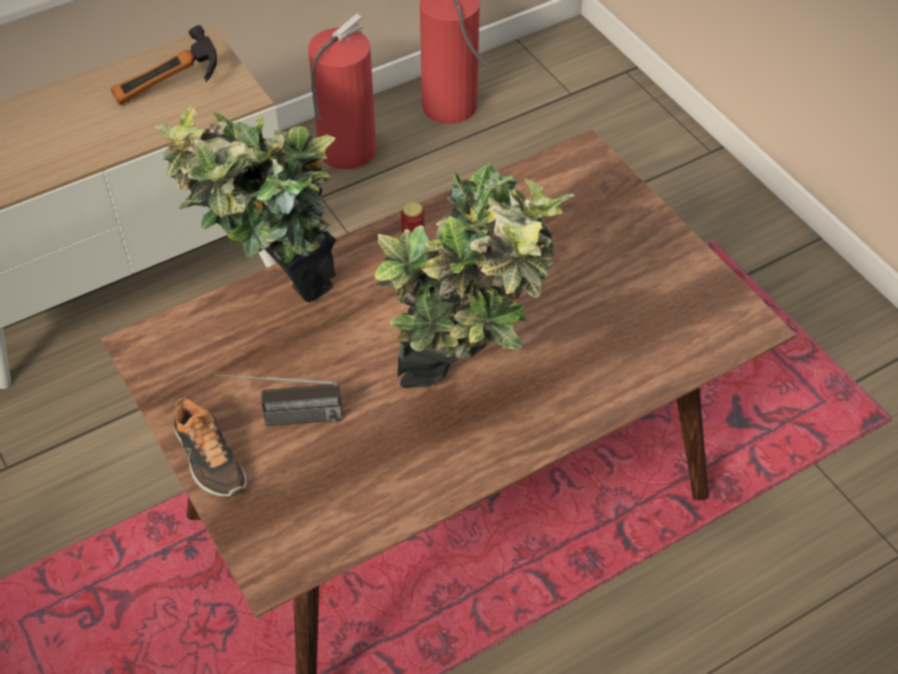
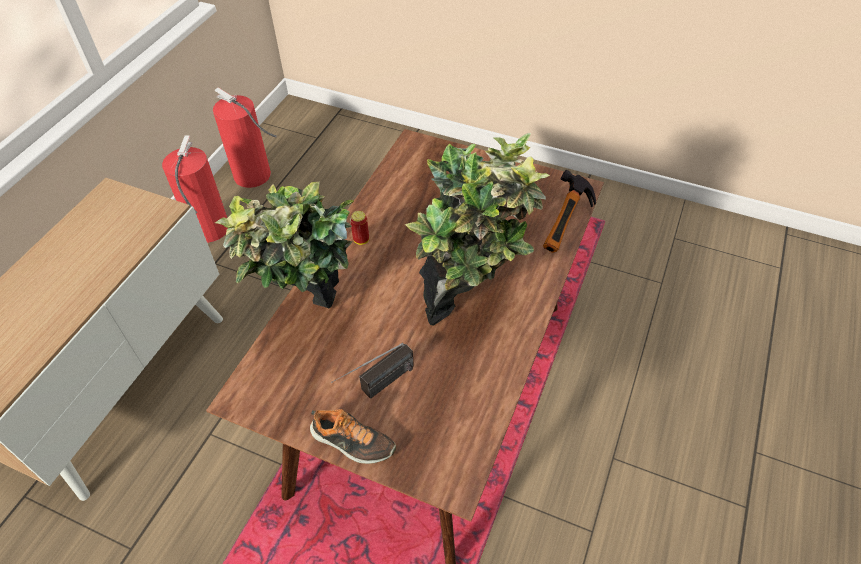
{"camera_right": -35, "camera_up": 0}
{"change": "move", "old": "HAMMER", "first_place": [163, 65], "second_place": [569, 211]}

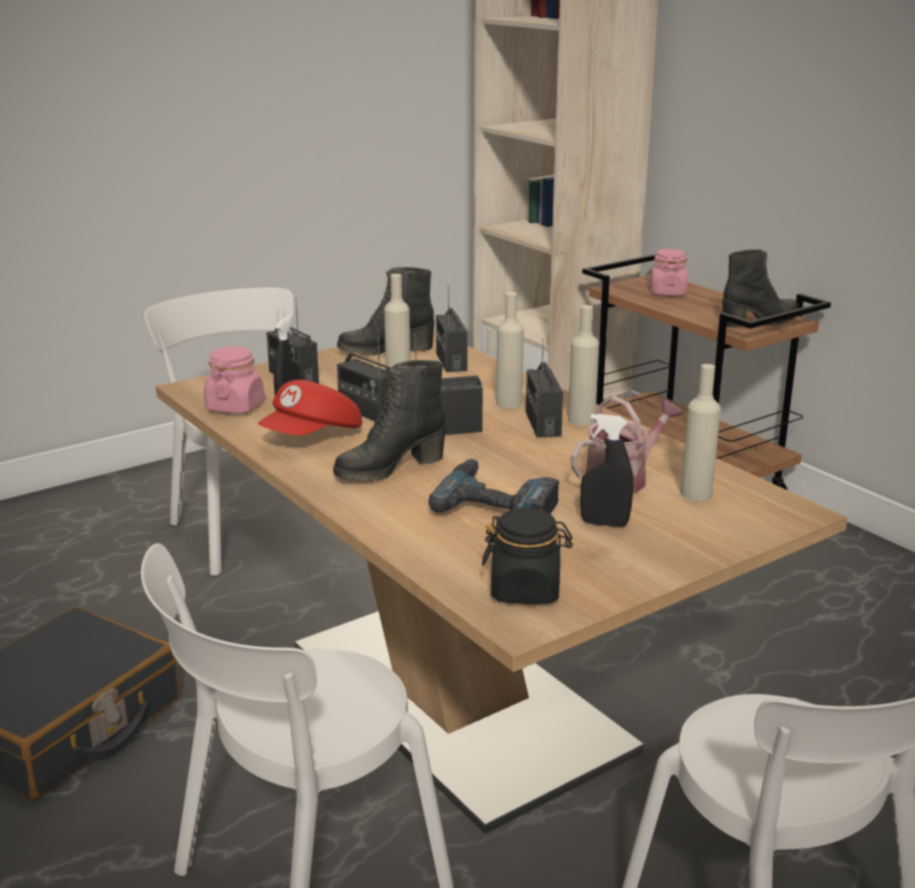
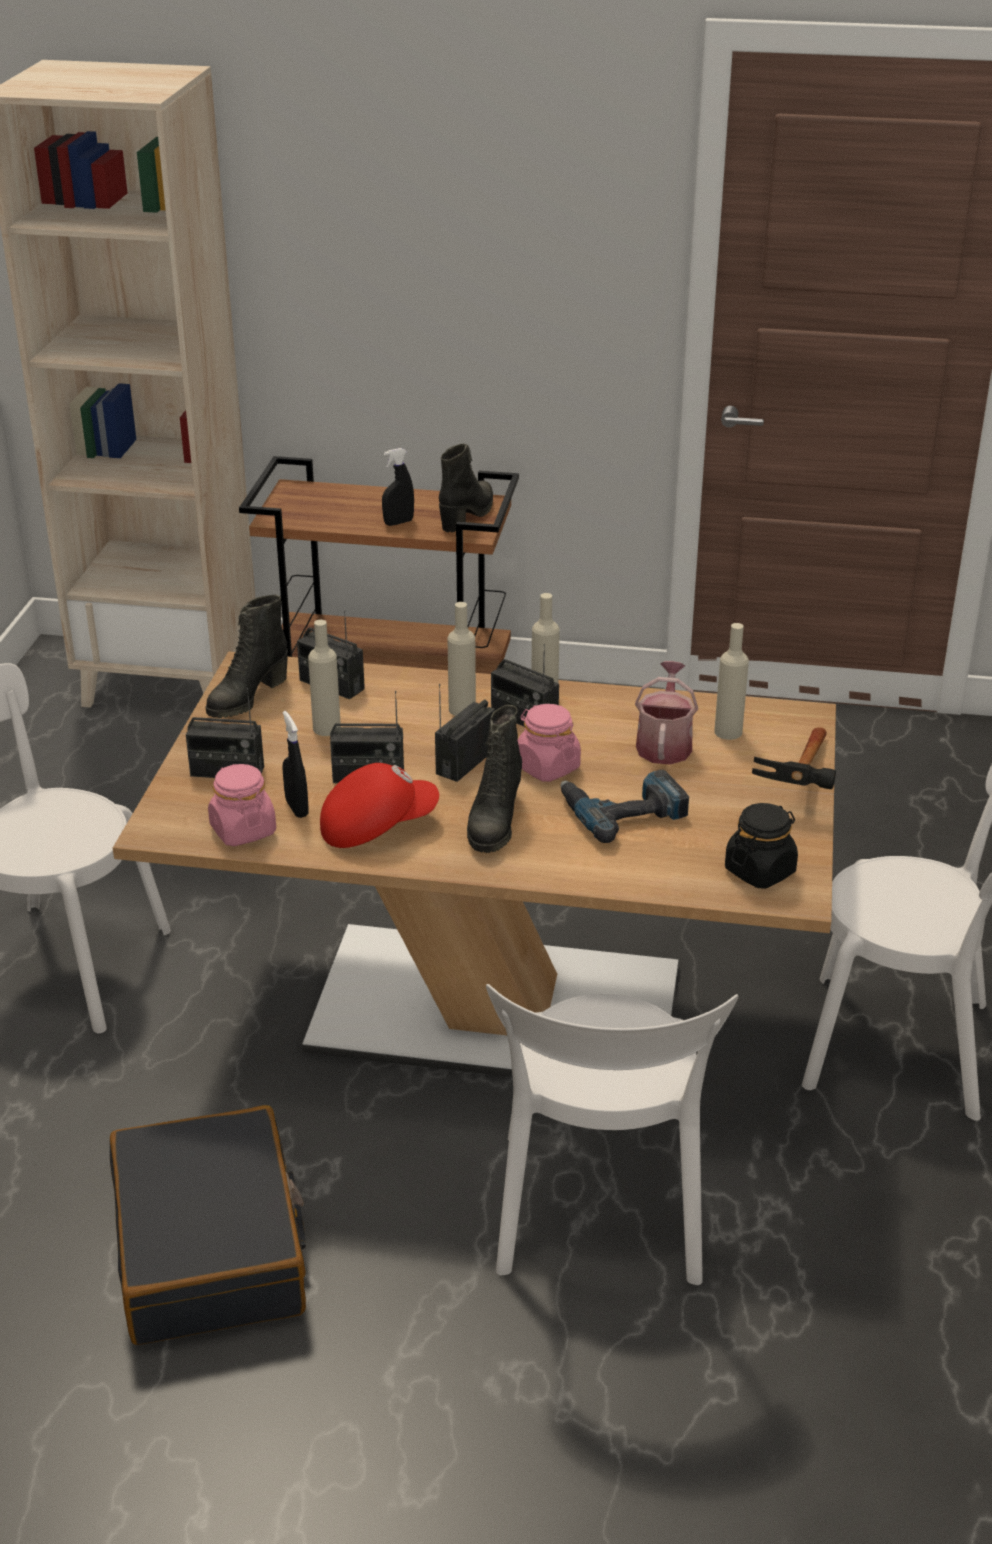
{"camera_right": -45, "camera_up": 10}
{"change": "move", "old": "PINK JAR", "first_place": [669, 272], "second_place": [549, 743]}
{"change": "rotate", "old": "RED CAP", "first_place": [310, 407], "second_place": [379, 805], "degrees": -105}
{"change": "move", "old": "BLACK SPRAY BOTTLE", "first_place": [606, 470], "second_place": [398, 487]}
{"change": "insert", "new": "HAMMER", "second_place": [794, 758]}

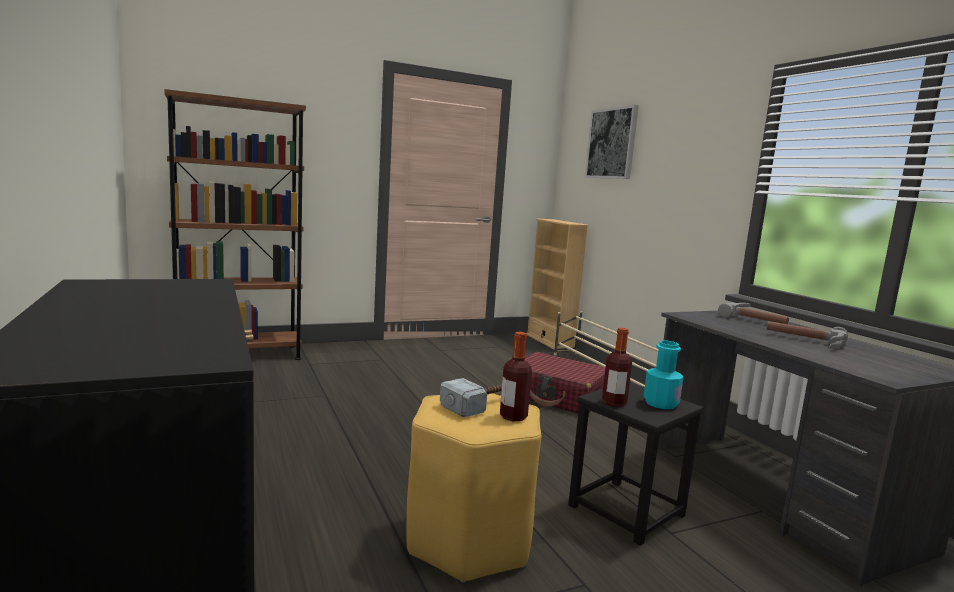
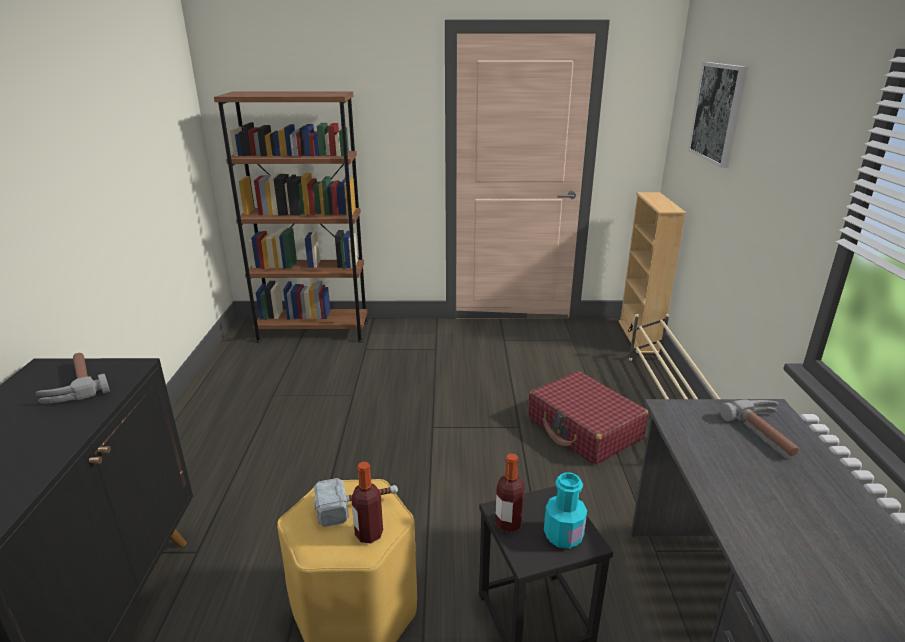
{"camera_right": 25, "camera_up": 15}
{"change": "move", "old": "HAMMER", "first_place": [807, 335], "second_place": [72, 378]}

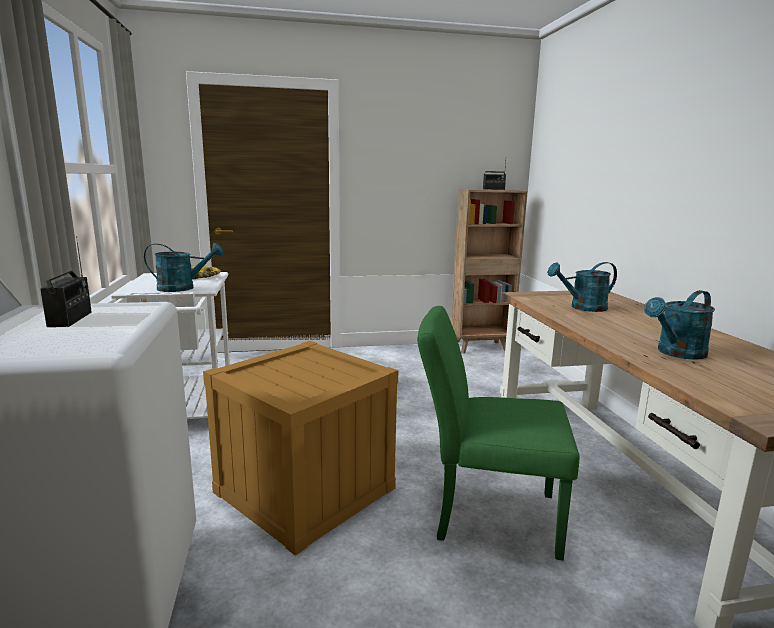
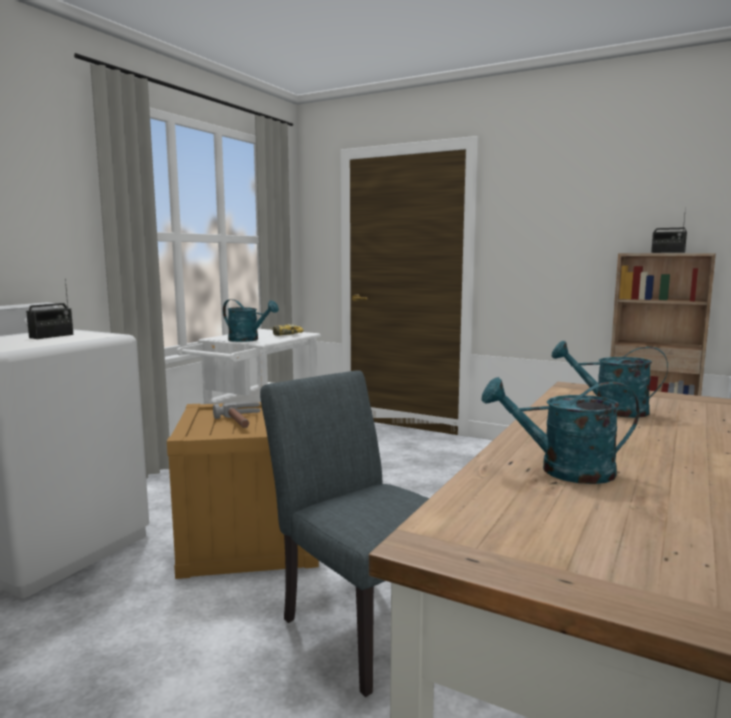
{"camera_right": 40, "camera_up": -5}
{"change": "recolor", "old": "GREEN CHAIR", "new": "GREY CHAIR", "first_place": [498, 433], "second_place": [344, 533]}
{"change": "insert", "new": "HAMMER", "second_place": [237, 415]}

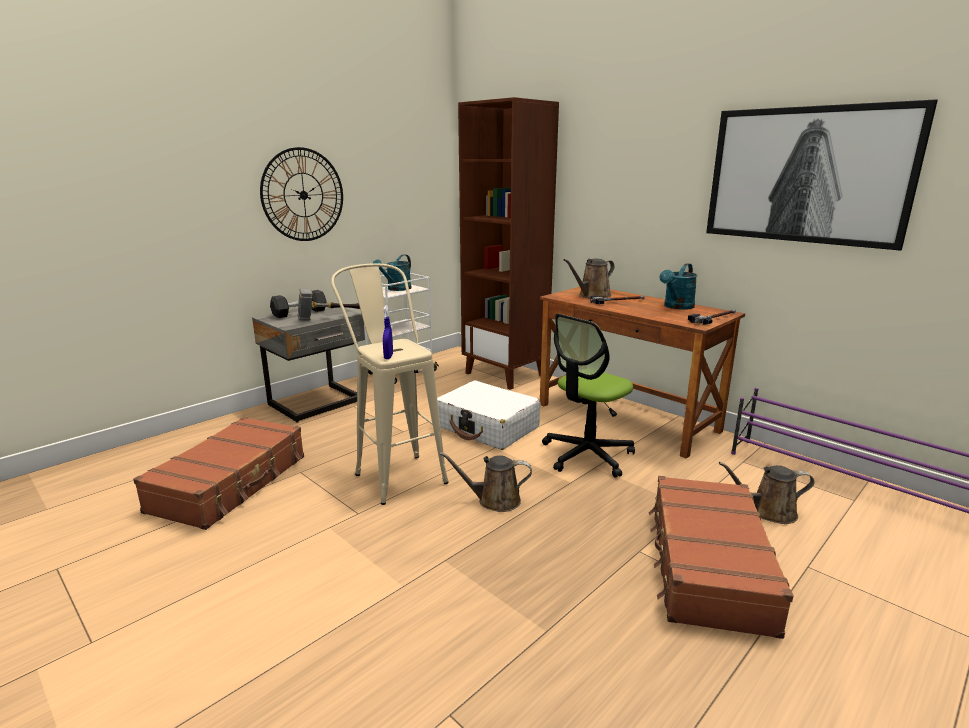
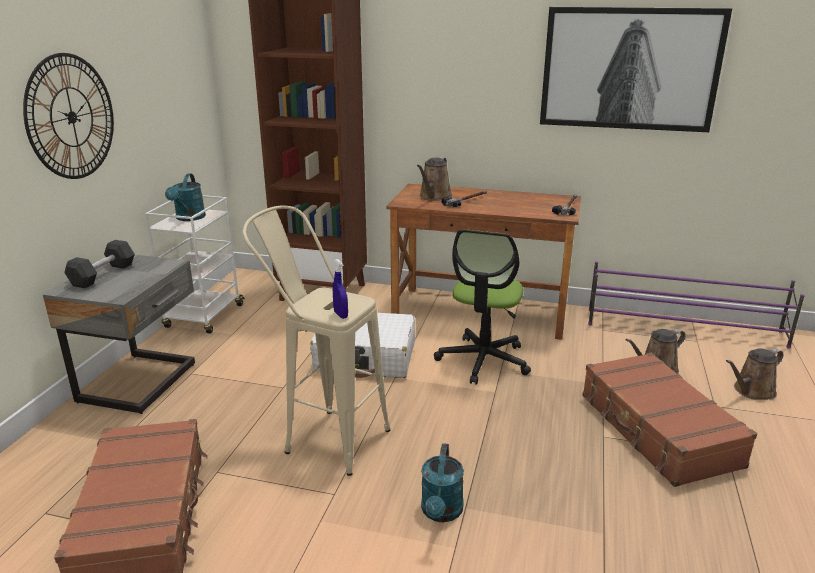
{"camera_right": -30, "camera_up": 5}
{"change": "move", "old": "TURQUOISE WATERING CAN", "first_place": [678, 286], "second_place": [442, 482]}
{"change": "delete", "old": "HAMMER", "first_place": [329, 304]}
{"change": "move", "old": "BROWN WATERING CAN", "first_place": [486, 482], "second_place": [755, 374]}

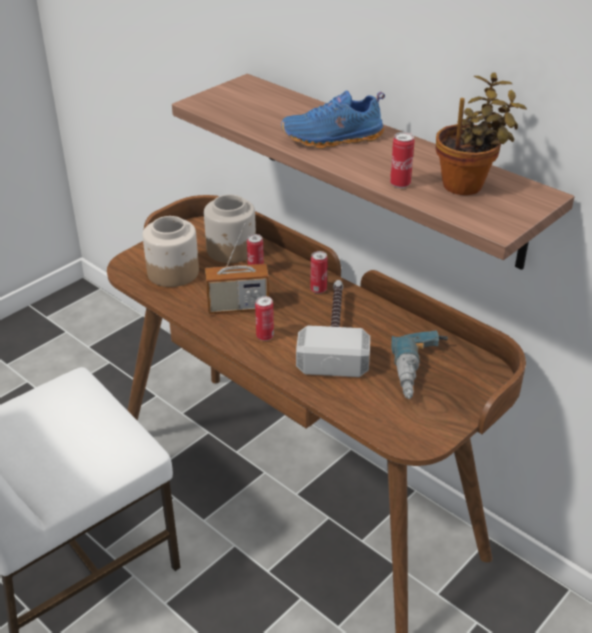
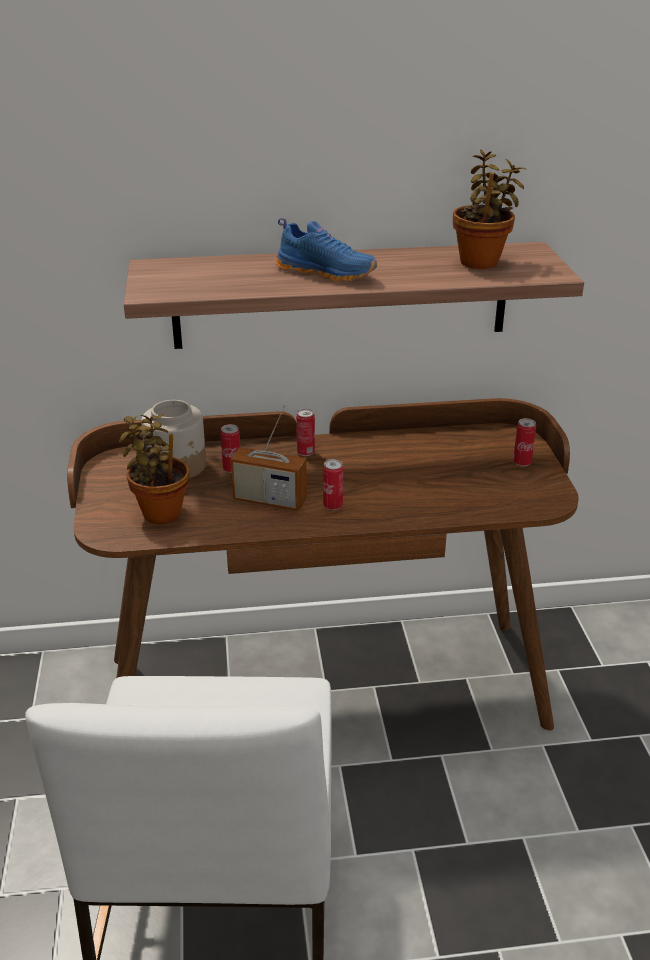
{"camera_right": -50, "camera_up": -5}
{"change": "rotate", "old": "BLUE SHOE", "first_place": [333, 119], "second_place": [326, 250], "degrees": -90}
{"change": "move", "old": "CAN", "first_place": [402, 160], "second_place": [524, 442]}
{"change": "replace", "old": "JAR", "new": "POTTED PLANT", "first_place": [171, 251], "second_place": [154, 469]}
{"change": "rotate", "old": "RADIO", "first_place": [237, 268], "second_place": [269, 457], "degrees": 75}
{"change": "delete", "old": "HAMMER", "first_place": [333, 328]}
{"change": "delete", "old": "POWER DRILL", "first_place": [419, 364]}

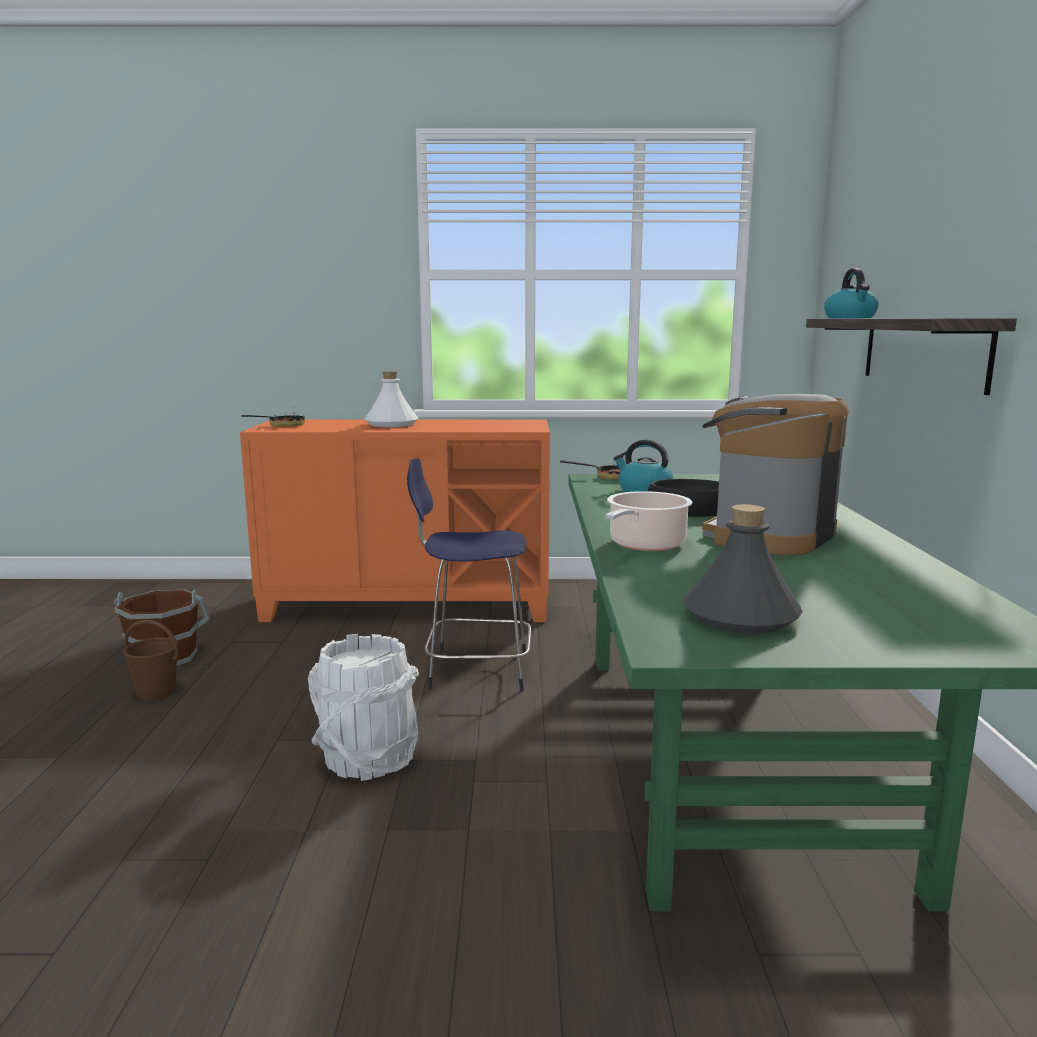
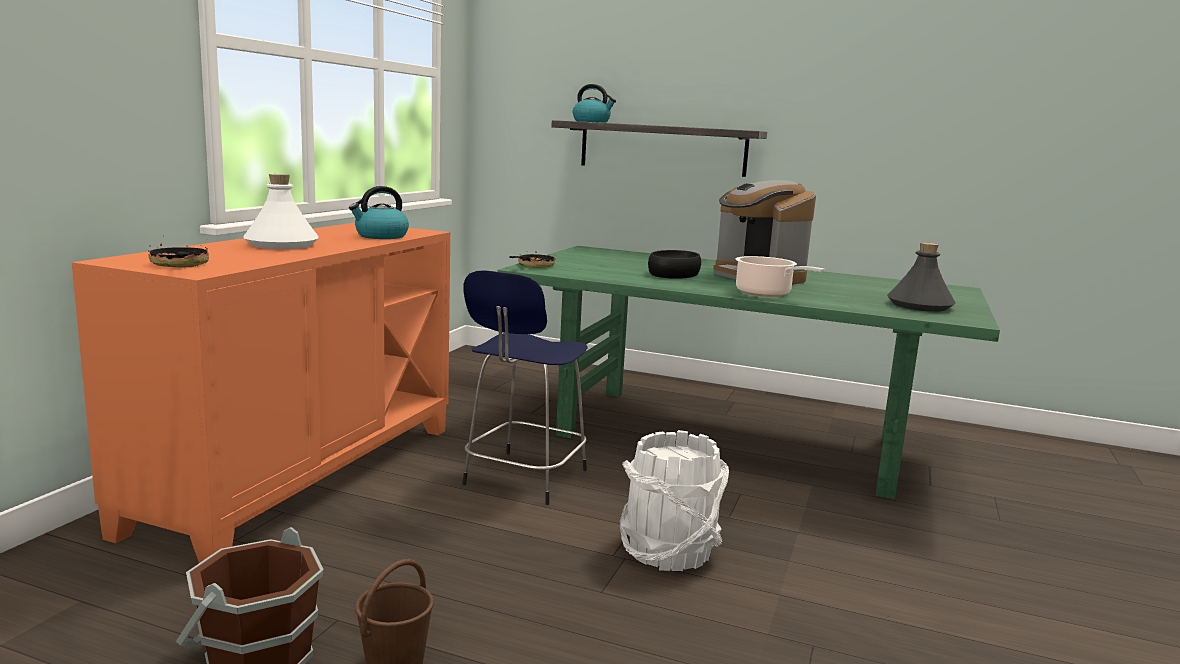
{"camera_right": -70, "camera_up": 0}
{"change": "move", "old": "KETTLE", "first_place": [643, 465], "second_place": [379, 212]}

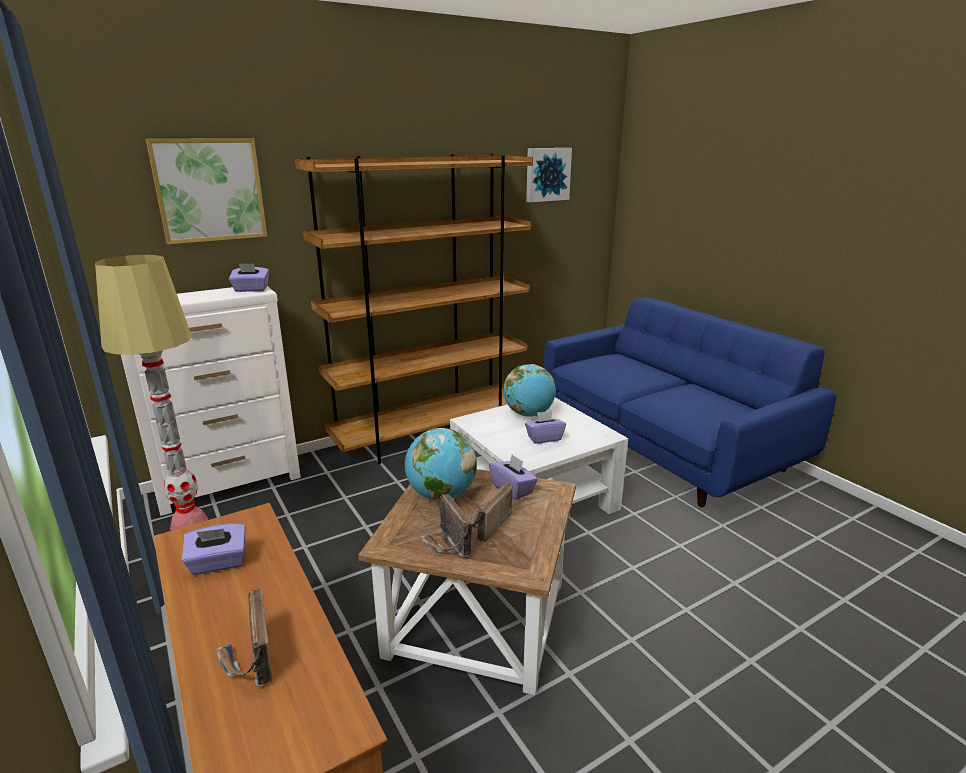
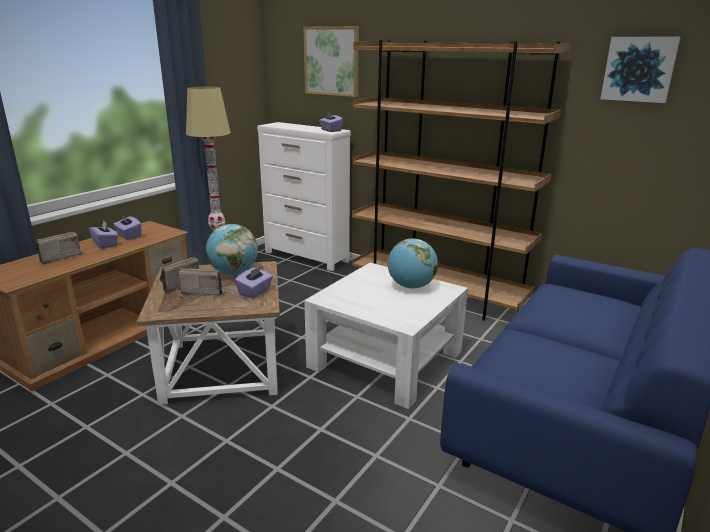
{"camera_right": 65, "camera_up": 0}
{"change": "move", "old": "PURPLE TISSUE BOX", "first_place": [545, 427], "second_place": [103, 234]}

